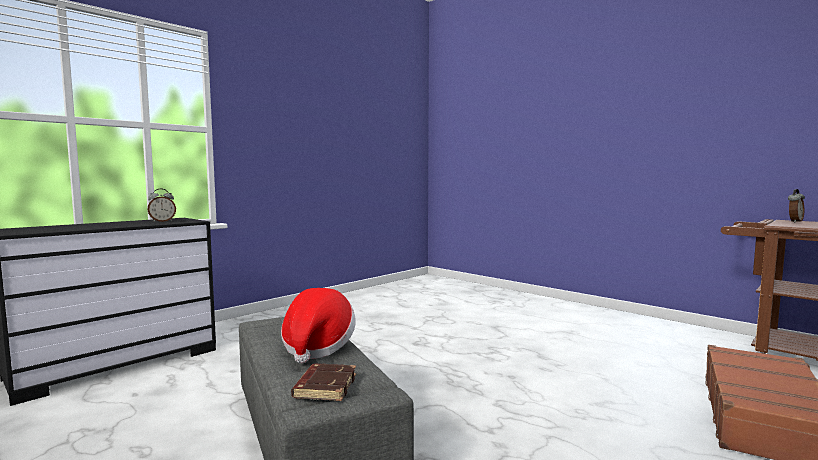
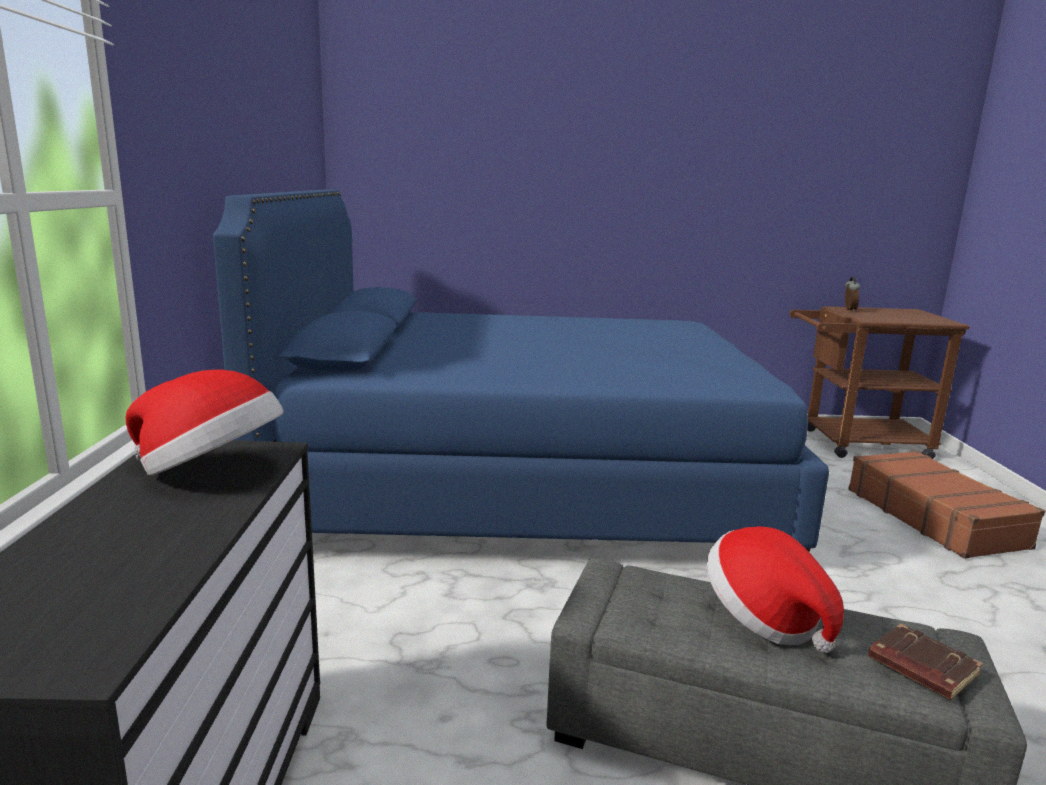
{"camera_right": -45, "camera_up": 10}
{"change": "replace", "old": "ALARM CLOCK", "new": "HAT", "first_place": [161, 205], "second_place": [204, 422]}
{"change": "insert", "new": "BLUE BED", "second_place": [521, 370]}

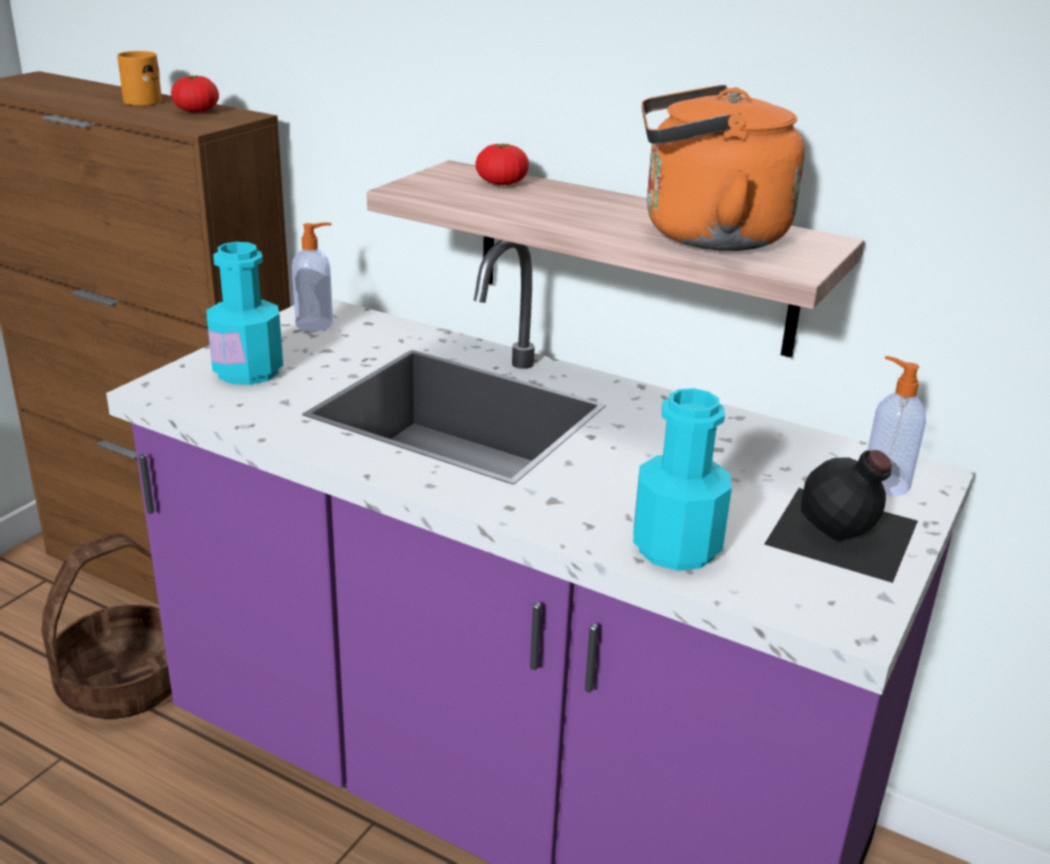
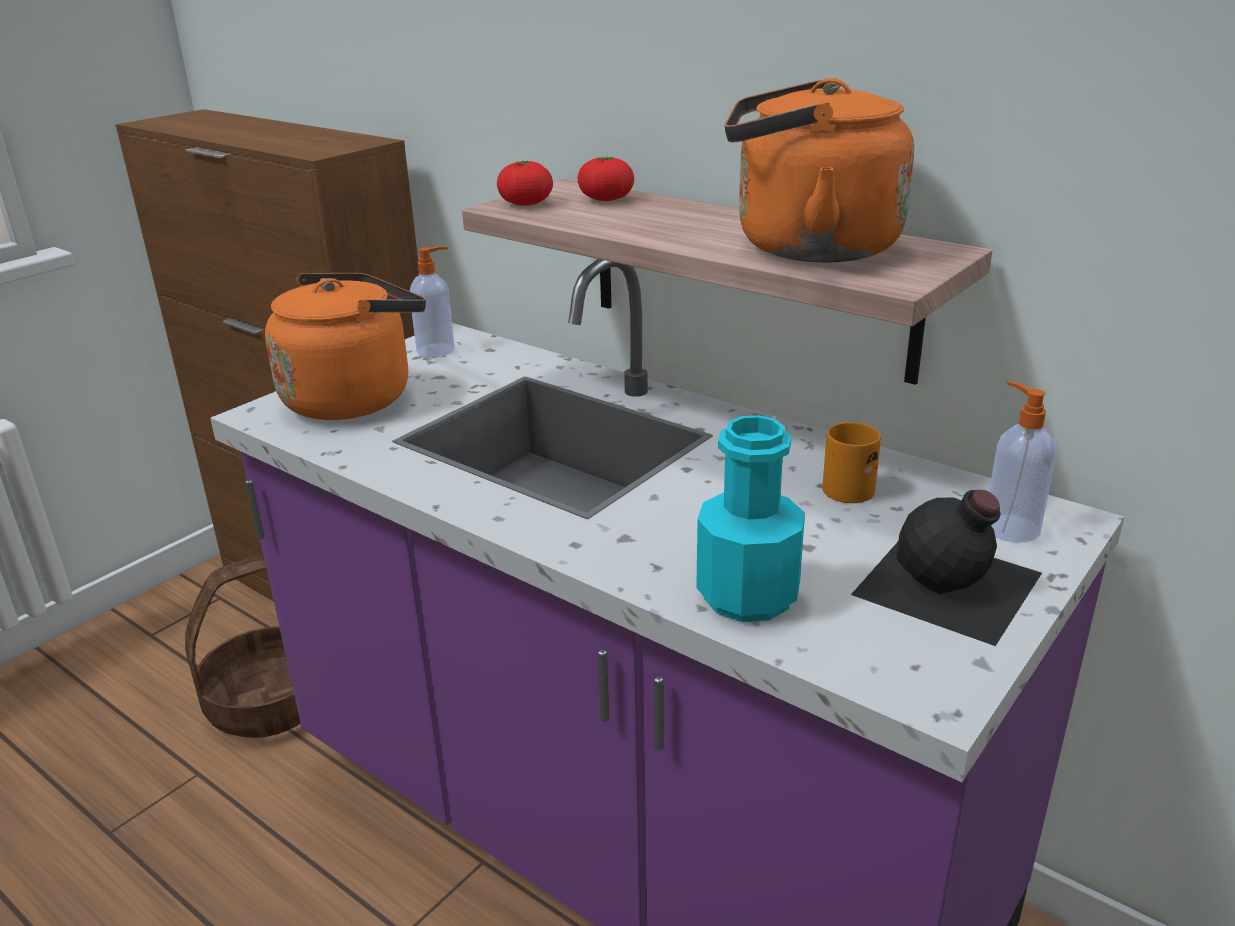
{"camera_right": 10, "camera_up": 0}
{"change": "move", "old": "ORANGE MUG", "first_place": [139, 78], "second_place": [851, 462]}
{"change": "move", "old": "TOMATO", "first_place": [195, 93], "second_place": [525, 183]}
{"change": "replace", "old": "TURQUOISE BOTTLE", "new": "ORANGE KETTLE", "first_place": [244, 313], "second_place": [345, 346]}

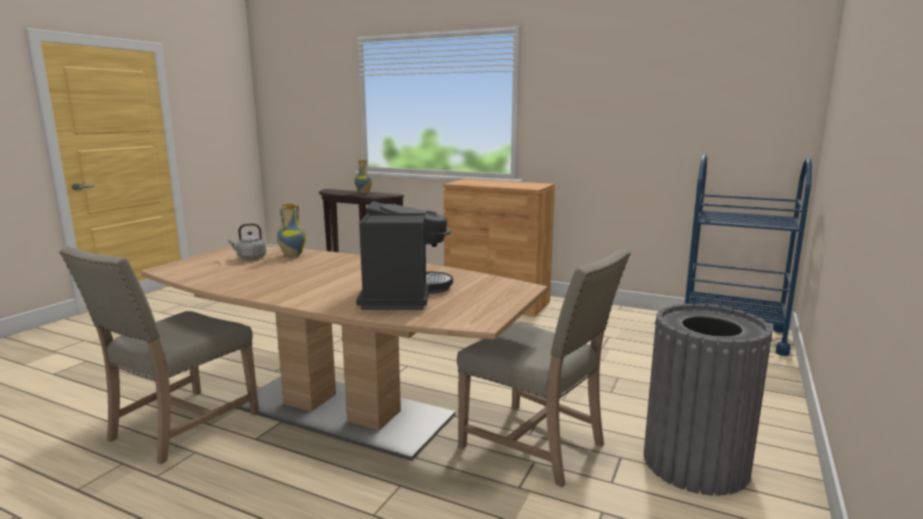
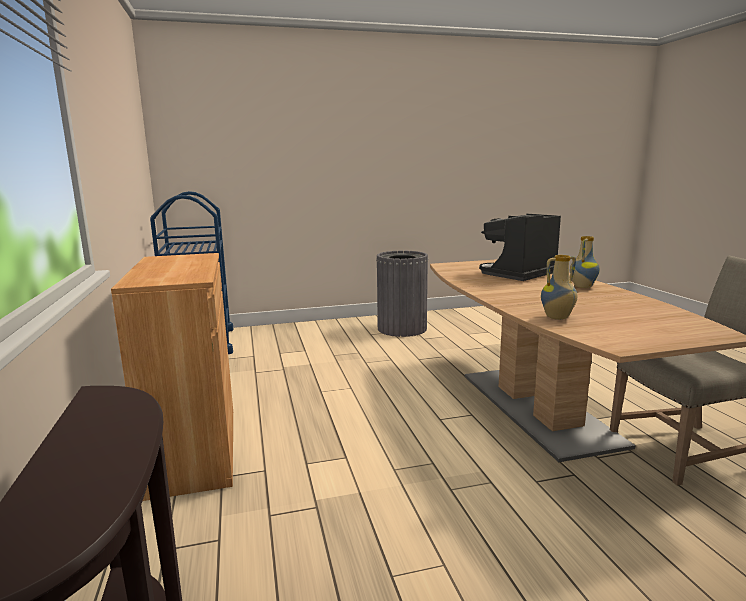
{"camera_right": -130, "camera_up": 0}
{"change": "move", "old": "VASE", "first_place": [363, 177], "second_place": [585, 262]}
{"change": "delete", "old": "GREY KETTLE", "first_place": [247, 241]}
{"change": "delete", "old": "BEIGE CHAIR", "first_place": [544, 367]}

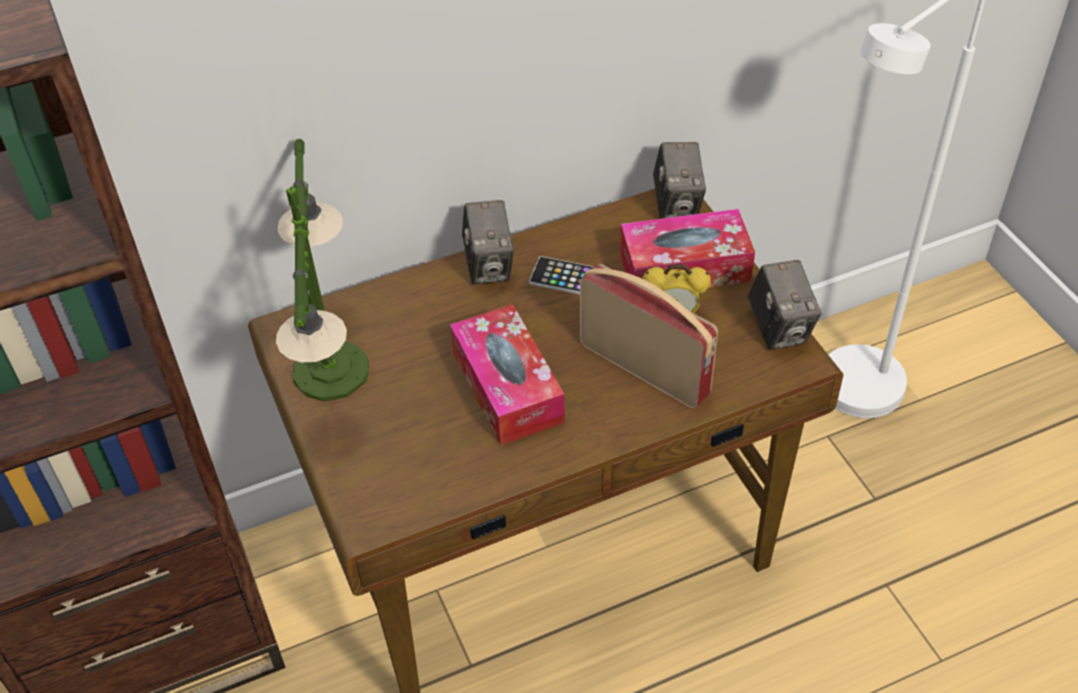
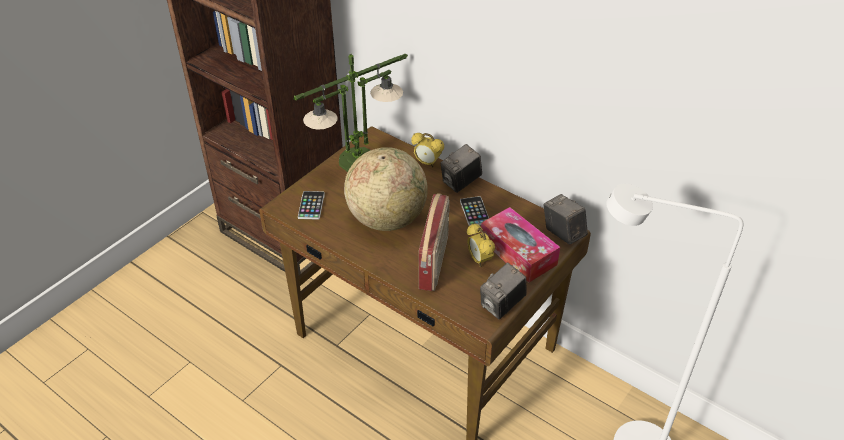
{"camera_right": 60, "camera_up": -5}
{"change": "rotate", "old": "PHOTO CAMERA", "first_place": [679, 180], "second_place": [566, 219], "degrees": 90}
{"change": "replace", "old": "TISSUE BOX", "new": "GLOBE", "first_place": [507, 375], "second_place": [386, 189]}
{"change": "insert", "new": "ALARM CLOCK", "second_place": [427, 150]}
{"change": "insert", "new": "PHONE", "second_place": [311, 205]}

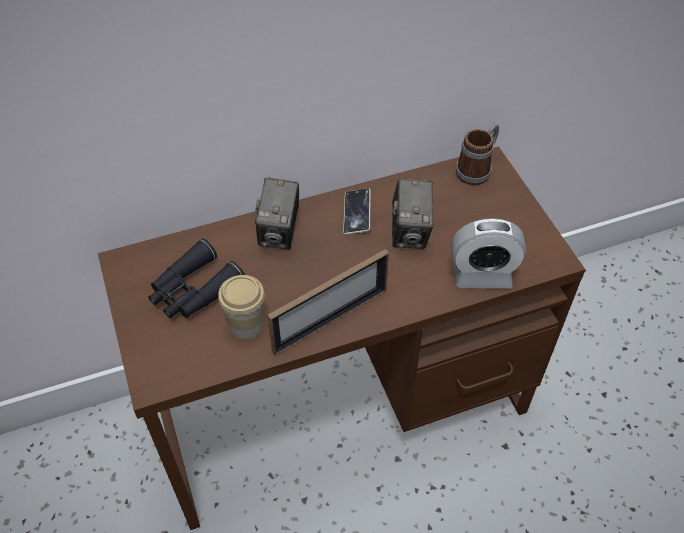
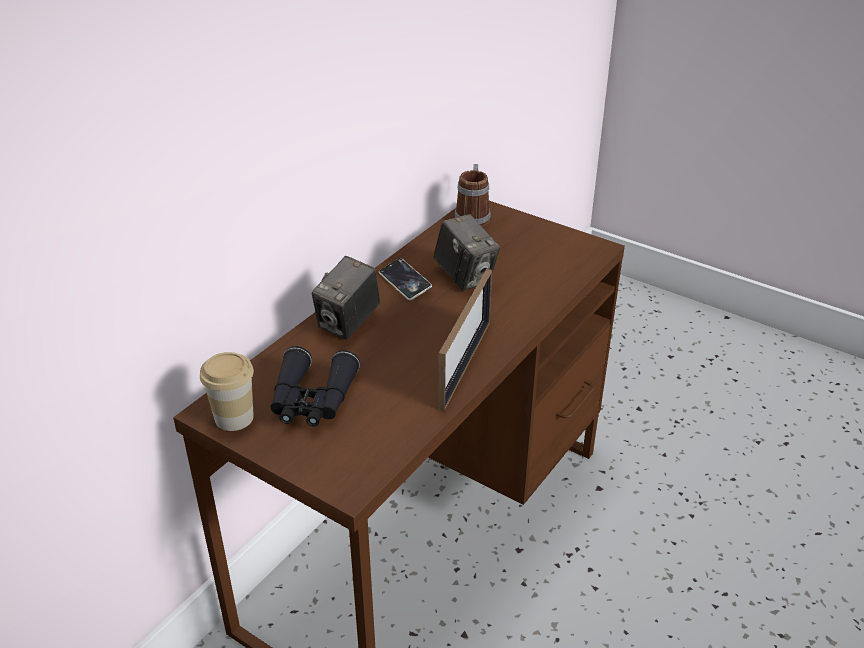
{"camera_right": -35, "camera_up": -15}
{"change": "rotate", "old": "PHOTO CAMERA", "first_place": [277, 213], "second_place": [346, 298], "degrees": 60}
{"change": "delete", "old": "ALARM CLOCK", "first_place": [489, 253]}
{"change": "move", "old": "CUP", "first_place": [241, 307], "second_place": [227, 391]}

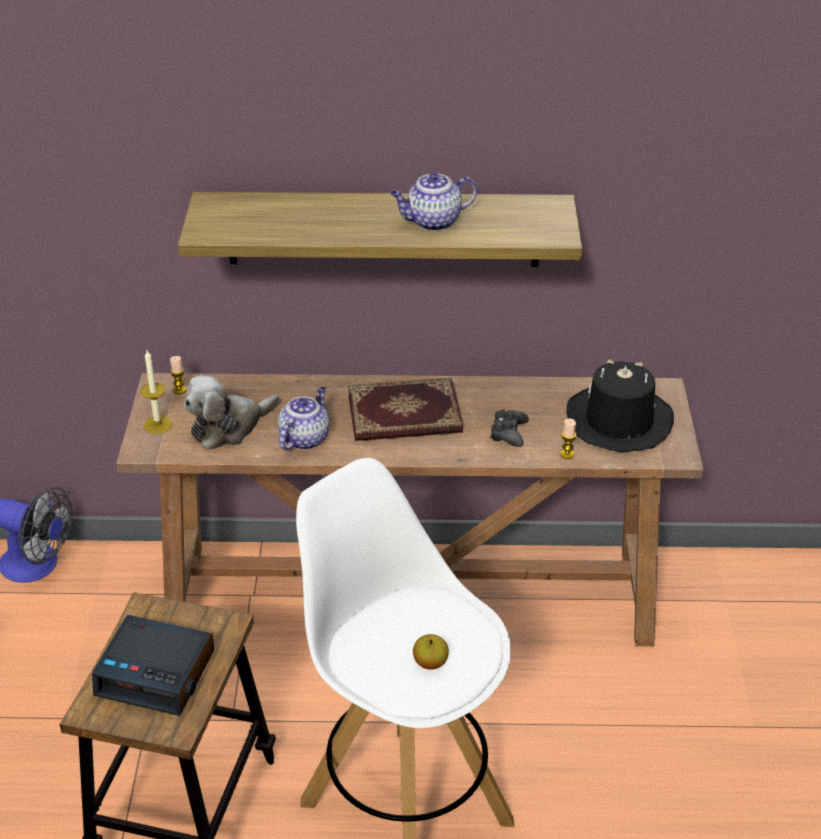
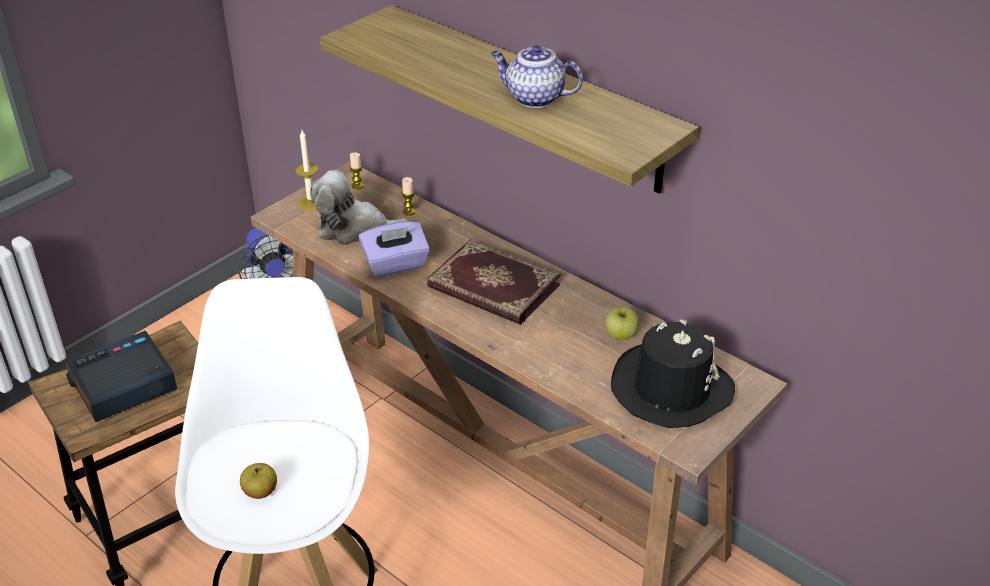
{"camera_right": 40, "camera_up": 0}
{"change": "replace", "old": "TEAPOT", "new": "PURPLE TISSUE BOX", "first_place": [303, 418], "second_place": [394, 249]}
{"change": "delete", "old": "BLACK GAME CONTROLLER", "first_place": [509, 428]}
{"change": "move", "old": "CANDLE", "first_place": [568, 438], "second_place": [408, 196]}
{"change": "rotate", "old": "ALARM CLOCK", "first_place": [153, 665], "second_place": [121, 376], "degrees": 90}
{"change": "insert", "new": "APPLE", "second_place": [622, 323]}

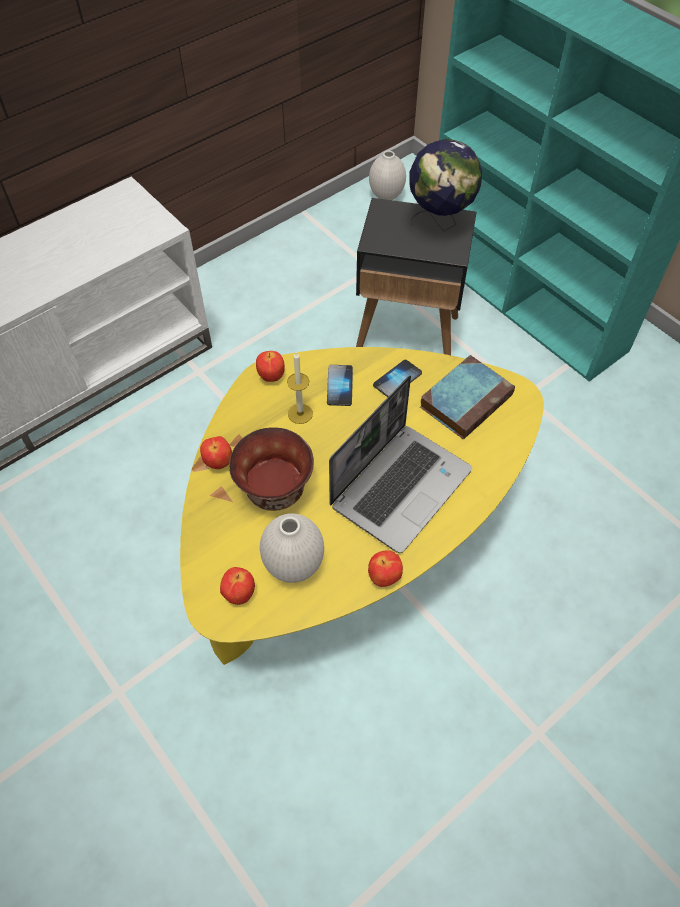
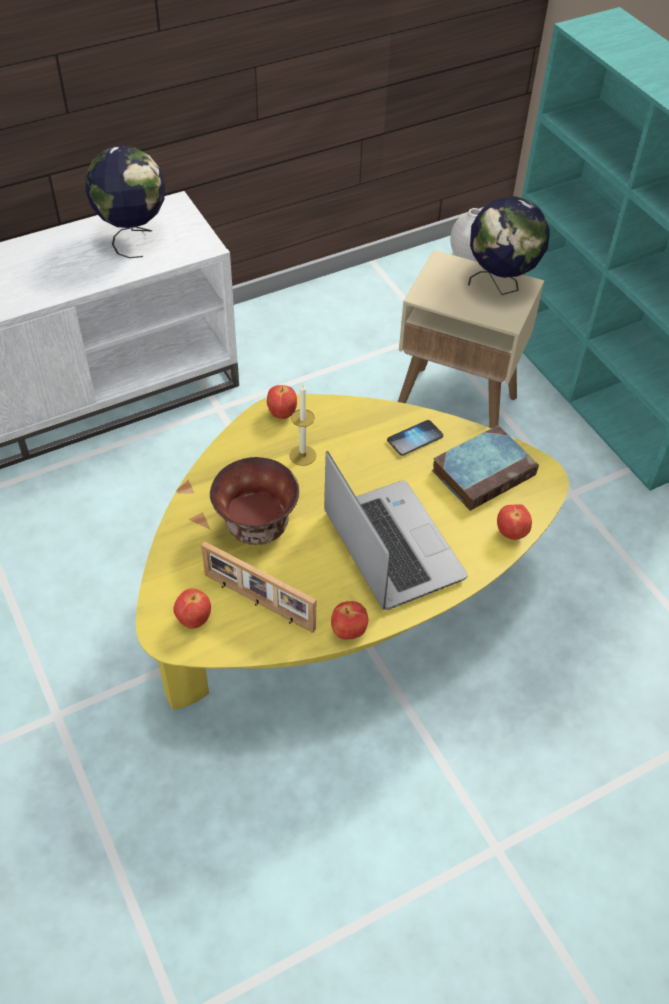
{"camera_right": 10, "camera_up": -5}
{"change": "recolor", "old": "BLACK SIDE TABLE", "new": "BEIGE SIDE TABLE", "first_place": [416, 276], "second_place": [471, 339]}
{"change": "delete", "old": "PHONE", "first_place": [340, 385]}
{"change": "rotate", "old": "LAPTOP", "first_place": [400, 464], "second_place": [396, 530], "degrees": -75}
{"change": "move", "old": "APPLE", "first_place": [216, 452], "second_place": [514, 522]}
{"change": "replace", "old": "WHITE VASE", "new": "PICTURE FRAME", "first_place": [292, 548], "second_place": [258, 587]}
{"change": "insert", "new": "GLOBE", "second_place": [125, 202]}

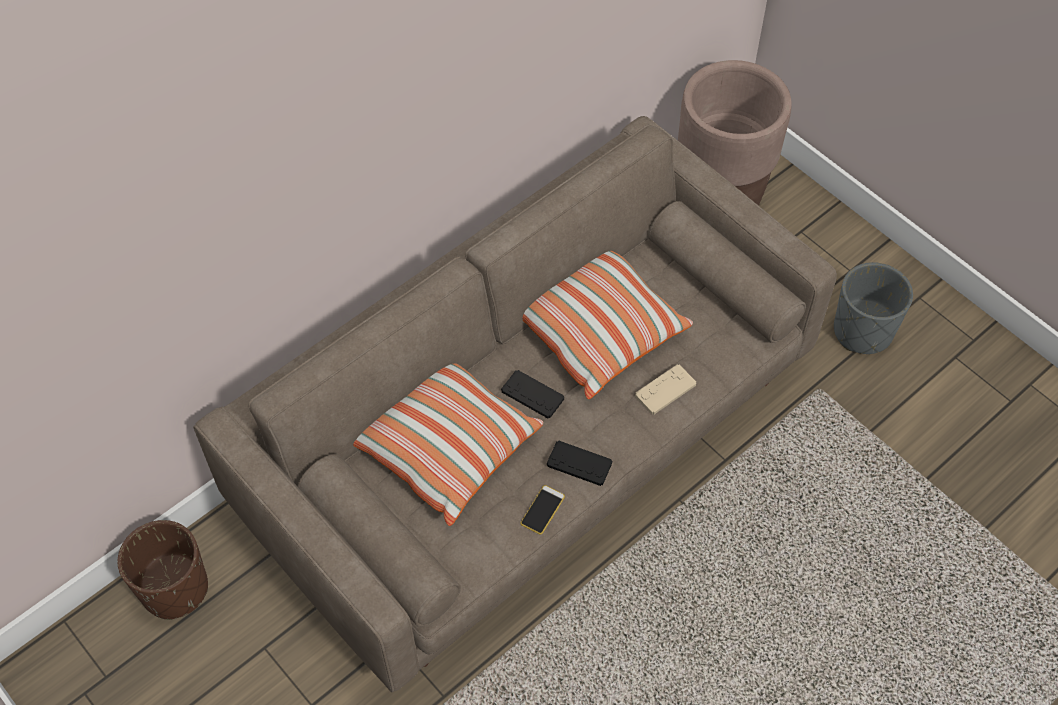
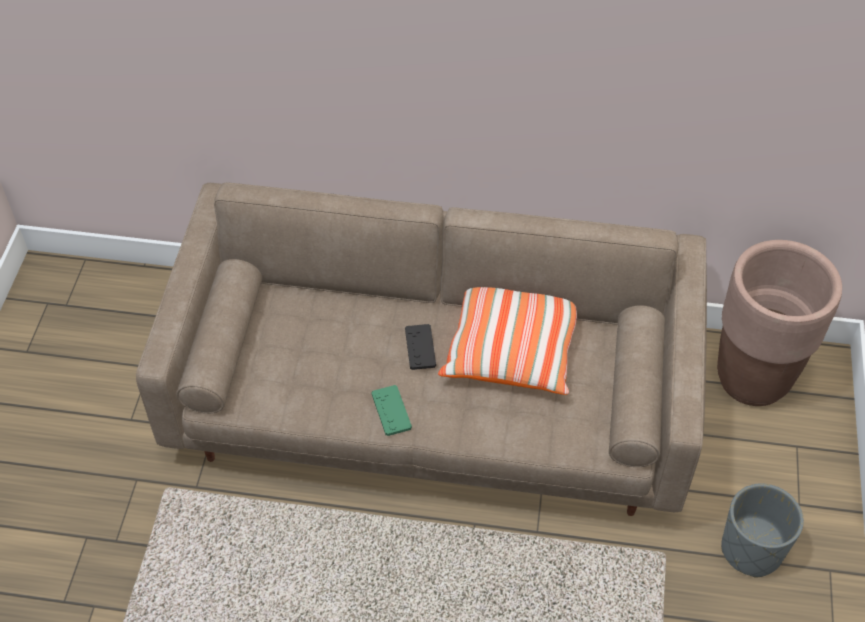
{"camera_right": 50, "camera_up": -5}
{"change": "delete", "old": "PILLOW", "first_place": [448, 445]}
{"change": "delete", "old": "BEIGE GAME CONTROLLER", "first_place": [665, 389]}
{"change": "recolor", "old": "BLACK GAME CONTROLLER", "new": "GREEN GAME CONTROLLER", "first_place": [579, 463], "second_place": [391, 410]}
{"change": "delete", "old": "PHONE", "first_place": [542, 510]}
{"change": "delete", "old": "BROWN PLANTER", "first_place": [163, 570]}

